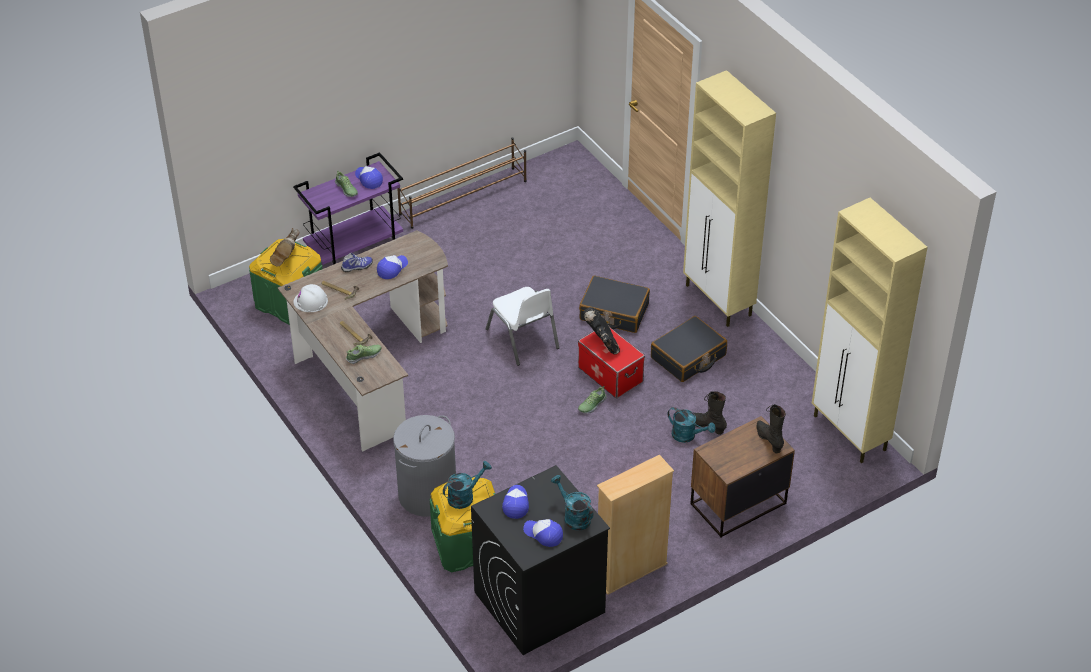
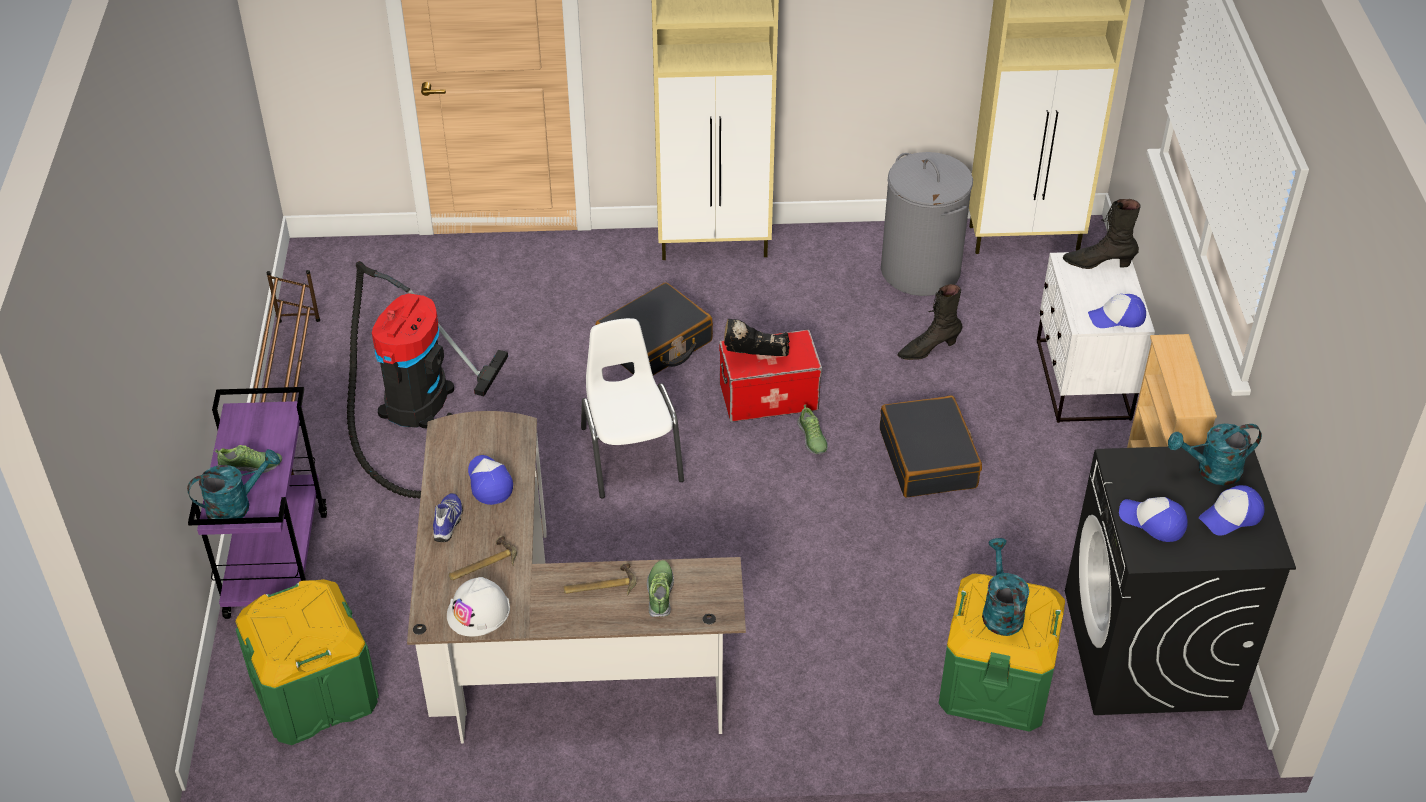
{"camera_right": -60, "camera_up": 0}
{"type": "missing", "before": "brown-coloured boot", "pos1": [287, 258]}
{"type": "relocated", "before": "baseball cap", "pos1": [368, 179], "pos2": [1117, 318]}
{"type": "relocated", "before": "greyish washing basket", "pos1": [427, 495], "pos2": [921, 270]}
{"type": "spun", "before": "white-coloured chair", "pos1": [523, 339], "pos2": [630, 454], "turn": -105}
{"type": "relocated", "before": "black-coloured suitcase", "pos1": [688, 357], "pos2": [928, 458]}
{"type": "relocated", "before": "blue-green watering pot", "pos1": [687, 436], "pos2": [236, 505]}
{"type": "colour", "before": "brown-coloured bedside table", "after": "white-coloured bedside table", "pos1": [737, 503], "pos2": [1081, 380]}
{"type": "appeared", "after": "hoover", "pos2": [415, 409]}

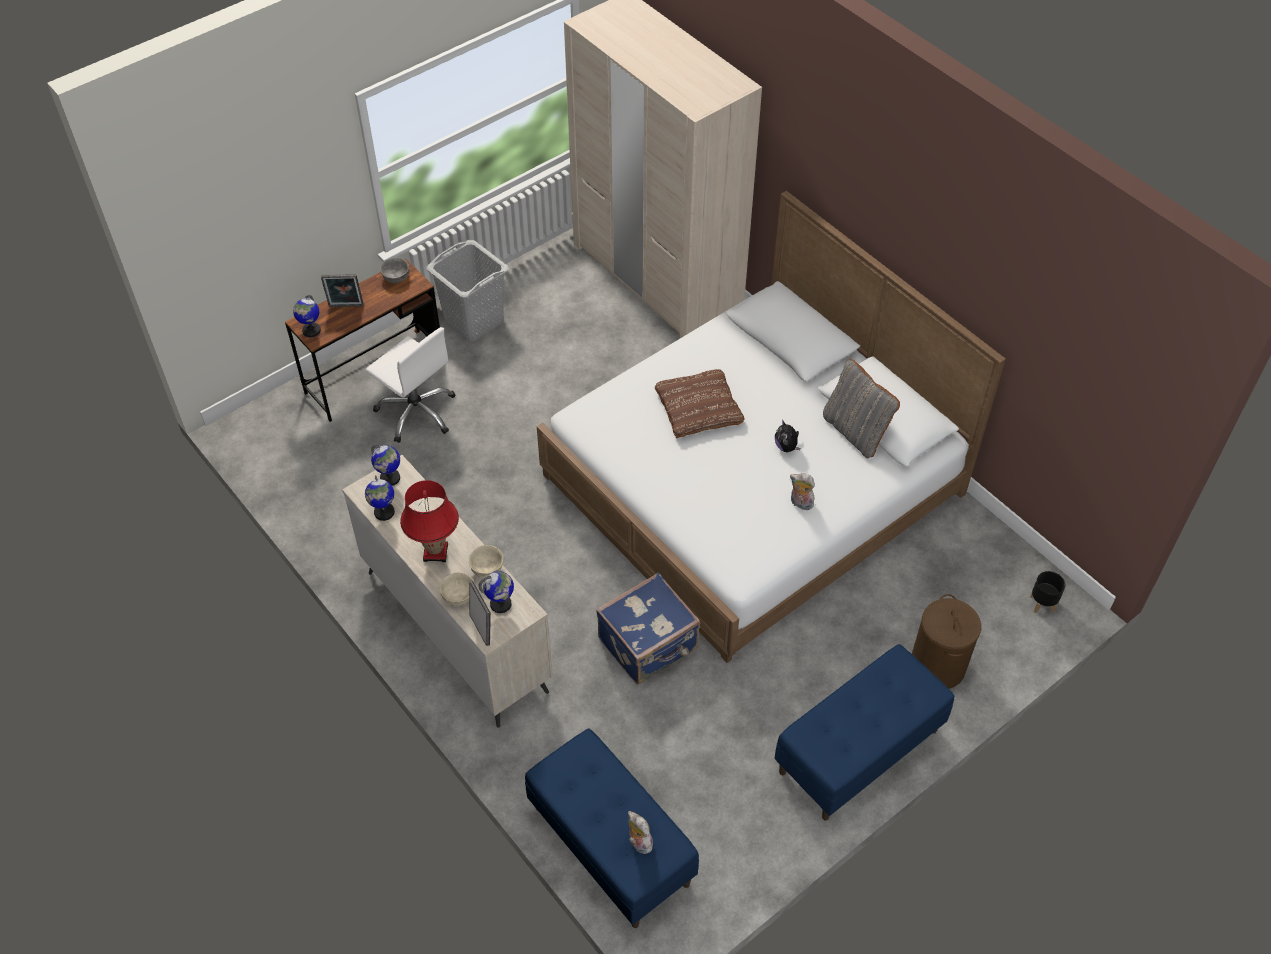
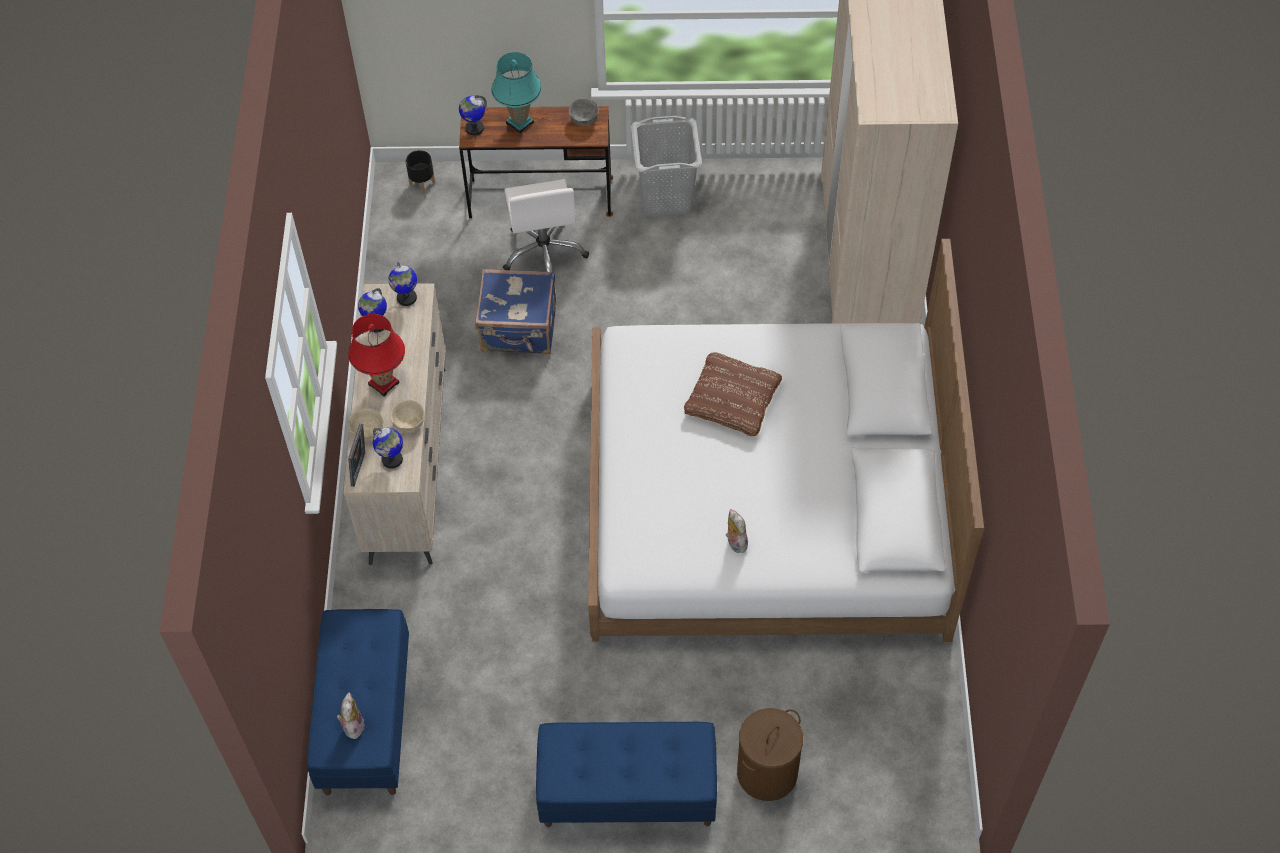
{"camera_right": 40, "camera_up": 5}
{"type": "exchanged", "before": "photo frame", "after": "blue-green lamp for a table", "pos1": [346, 307], "pos2": [520, 123]}
{"type": "relocated", "before": "blue suitcase", "pos1": [649, 645], "pos2": [519, 329]}
{"type": "missing", "before": "soft toy", "pos1": [786, 447]}
{"type": "missing", "before": "greyish cushion", "pos1": [855, 431]}
{"type": "relocated", "before": "black-coloured planter", "pos1": [1042, 604], "pos2": [422, 183]}

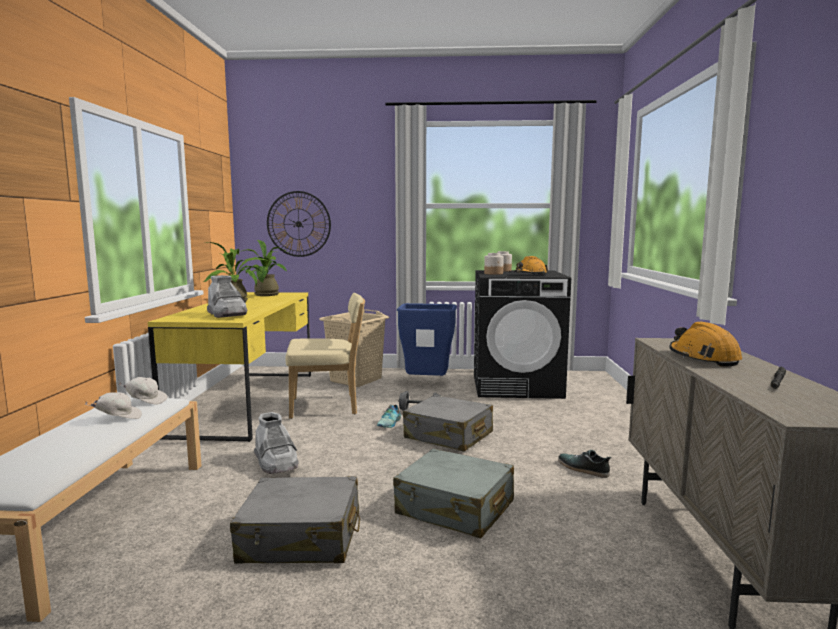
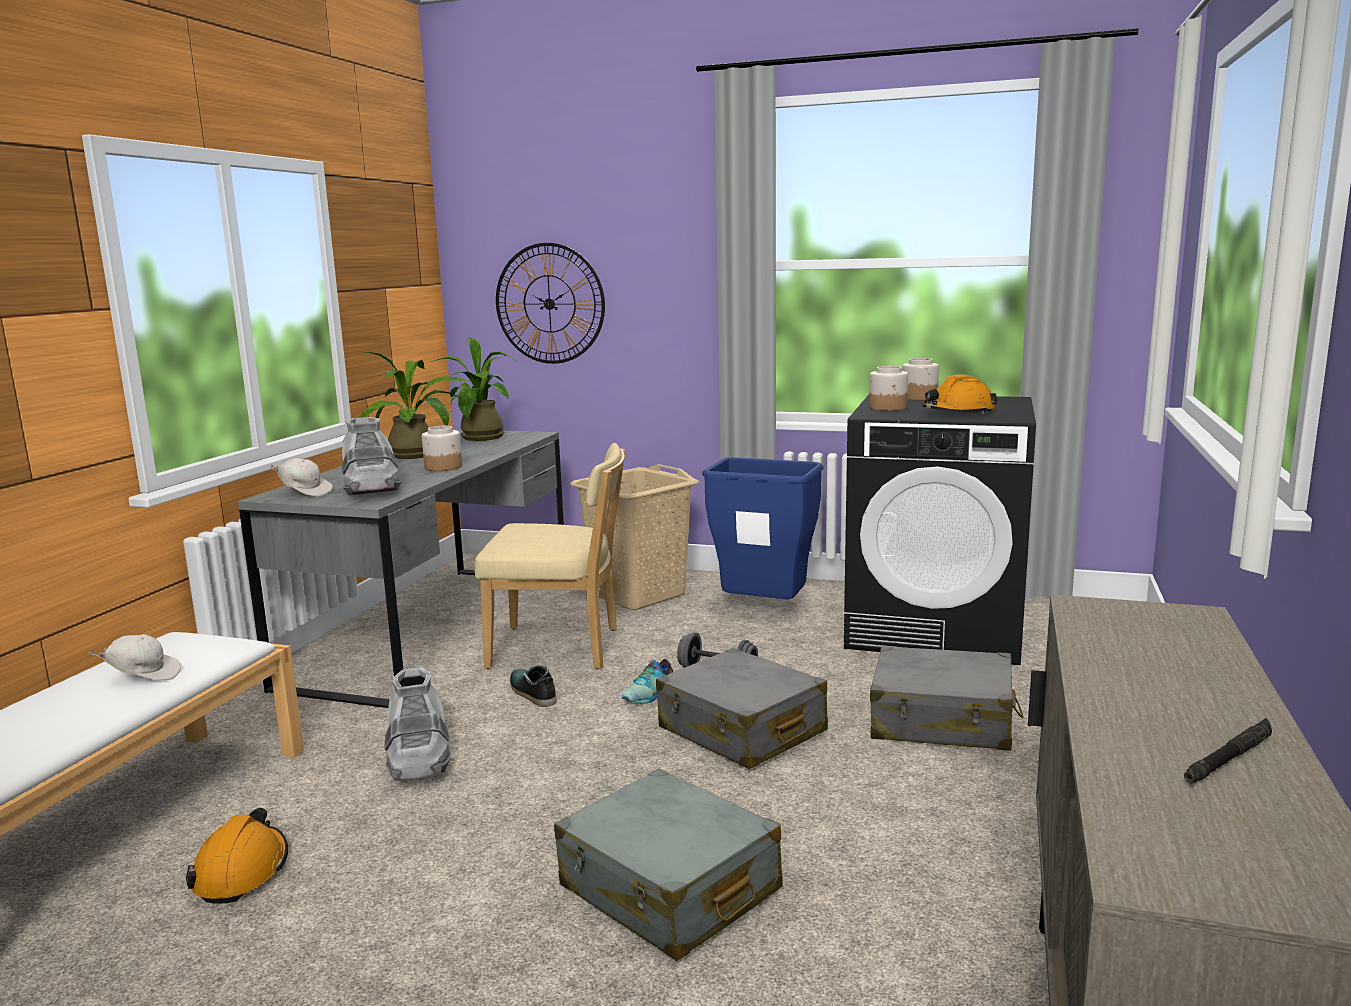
{"camera_right": 15, "camera_up": 5}
{"type": "relocated", "before": "white-coloured baseball cap", "pos1": [146, 401], "pos2": [305, 492]}
{"type": "colour", "before": "yellowish desk table", "after": "greyish desk table", "pos1": [248, 402], "pos2": [437, 628]}
{"type": "relocated", "before": "greyish suitcase", "pos1": [301, 538], "pos2": [942, 721]}
{"type": "relocated", "before": "item of footwear", "pos1": [583, 469], "pos2": [532, 692]}
{"type": "relocated", "before": "orangey work helmet", "pos1": [703, 358], "pos2": [241, 871]}
{"type": "appeared", "after": "jar", "pos2": [444, 467]}

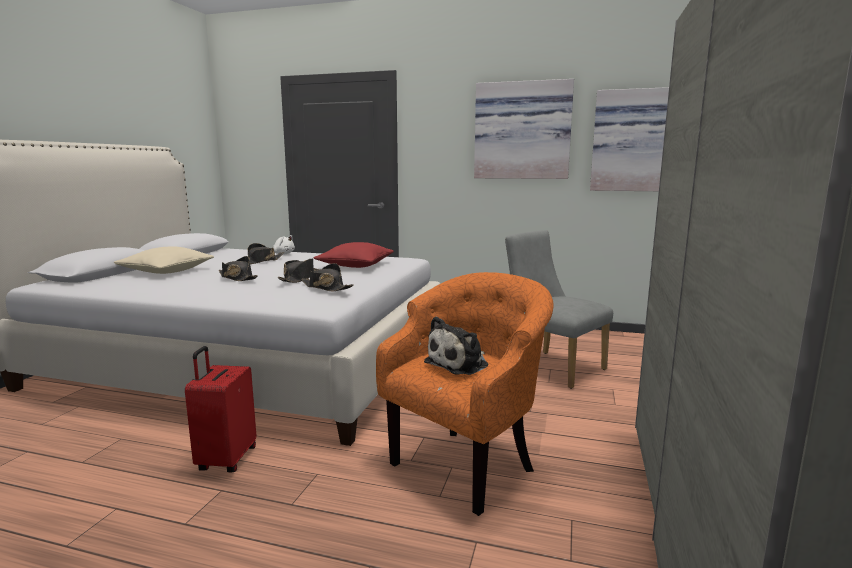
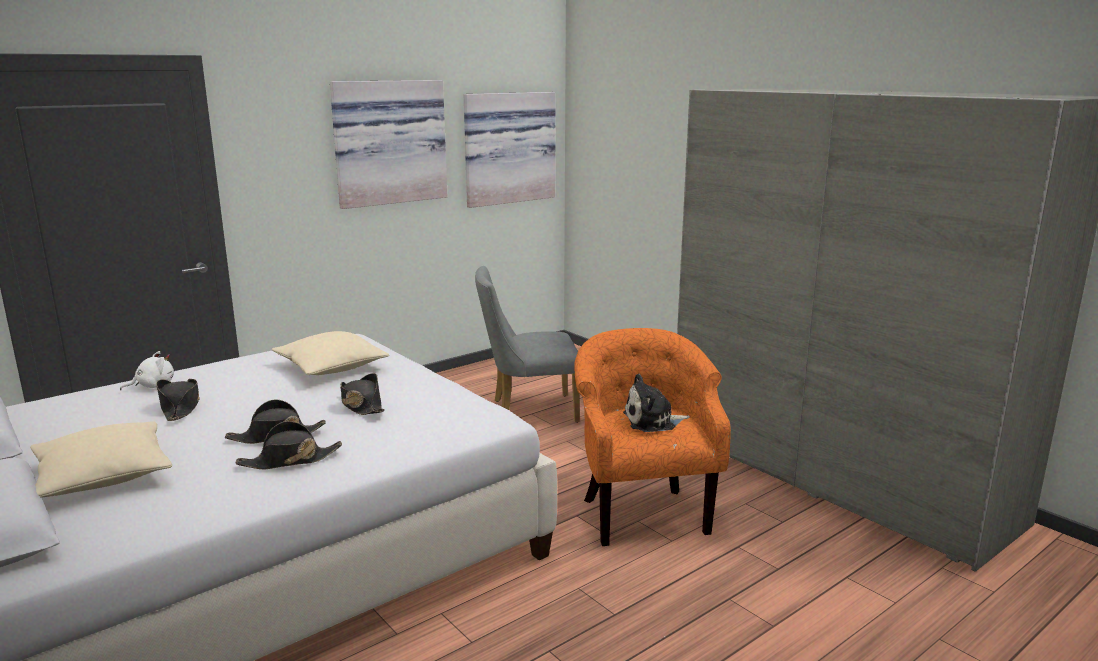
{"camera_right": -55, "camera_up": 5}
{"type": "missing", "before": "red-coloured suitcase", "pos1": [226, 459]}
{"type": "relocated", "before": "black-coloured hat", "pos1": [326, 287], "pos2": [290, 460]}
{"type": "colour", "before": "red-coloured cushion", "after": "beige cushion", "pos1": [355, 265], "pos2": [331, 367]}
{"type": "spun", "before": "soft toy", "pos1": [459, 364], "pos2": [652, 421], "turn": 90}

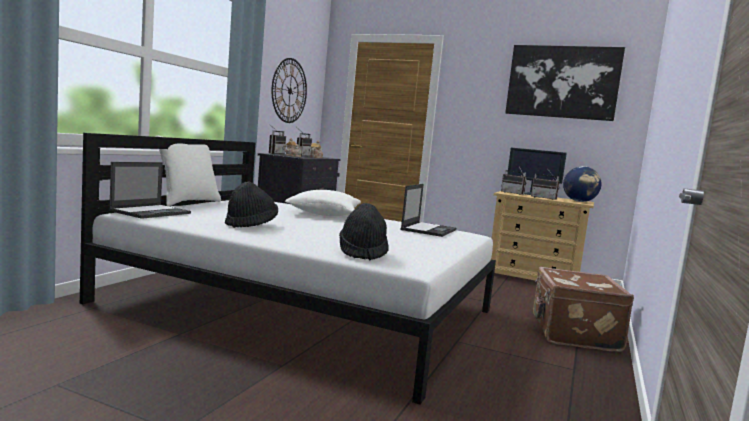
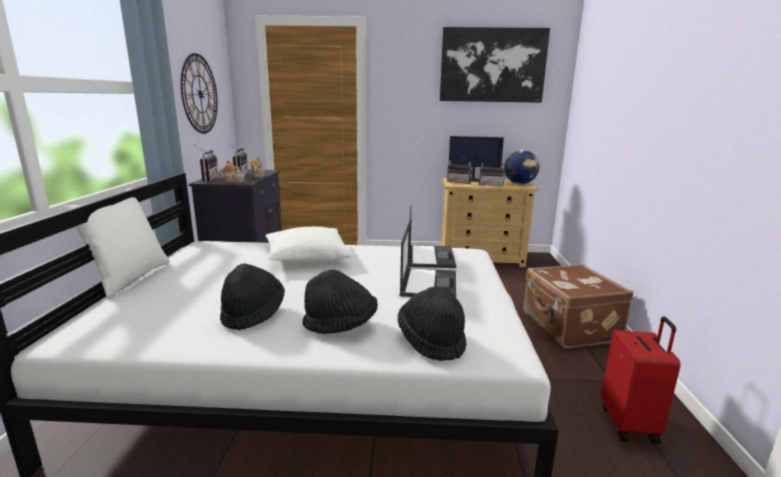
{"camera_right": -20, "camera_up": 10}
{"type": "relocated", "before": "portable computer", "pos1": [151, 212], "pos2": [428, 283]}
{"type": "appeared", "after": "black-coloured hat", "pos2": [341, 326]}
{"type": "appeared", "after": "red-coloured suitcase", "pos2": [630, 424]}

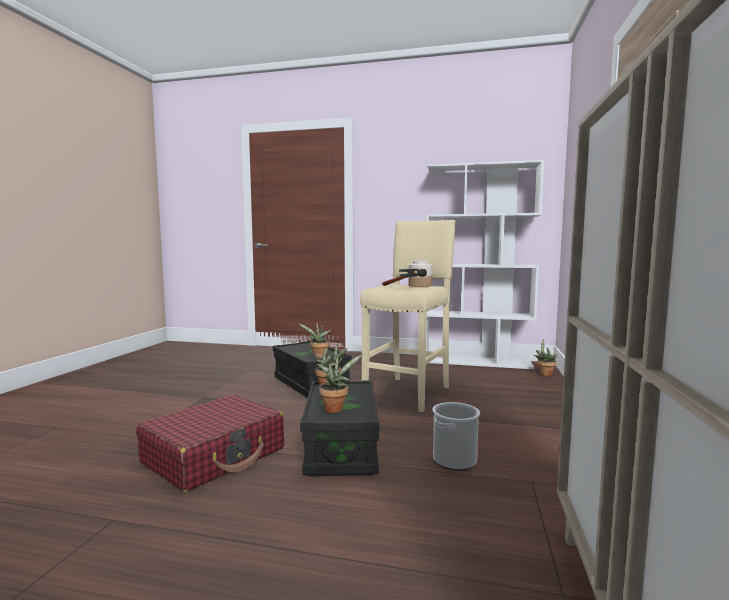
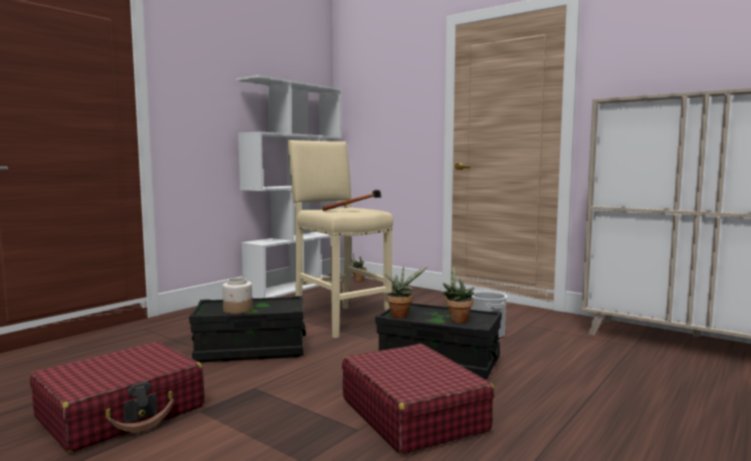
{"camera_right": -65, "camera_up": 0}
{"type": "missing", "before": "plant in a pot", "pos1": [319, 357]}
{"type": "relocated", "before": "jar", "pos1": [419, 285], "pos2": [238, 310]}
{"type": "appeared", "after": "red-coloured suitcase", "pos2": [122, 412]}

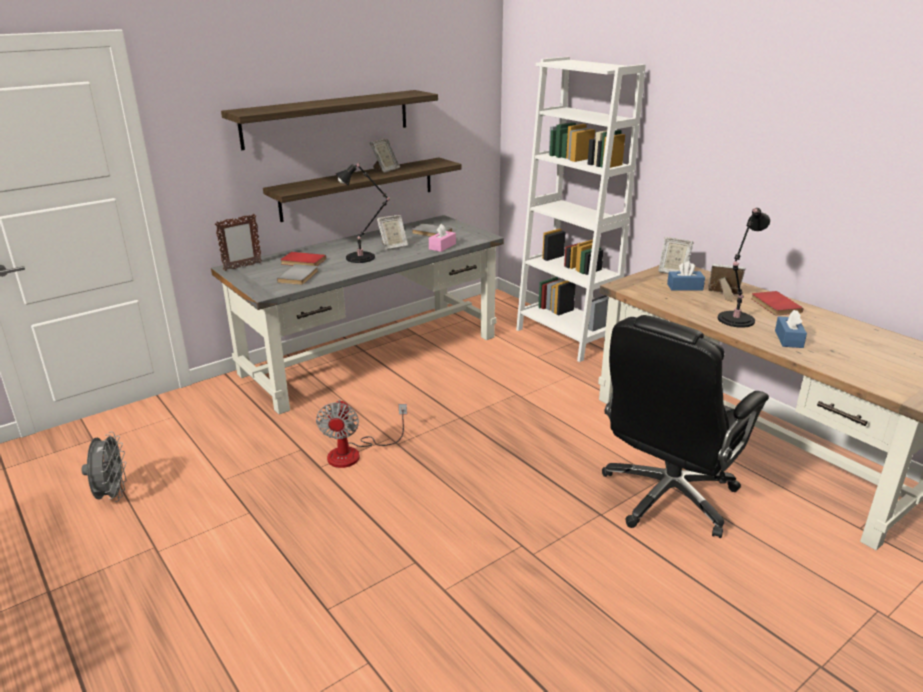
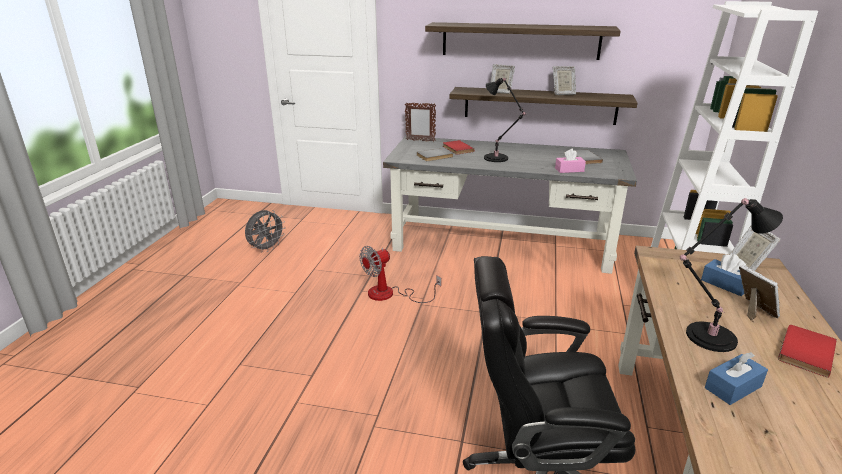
{"camera_right": 50, "camera_up": 0}
{"type": "relocated", "before": "photo frame", "pos1": [393, 247], "pos2": [500, 92]}

